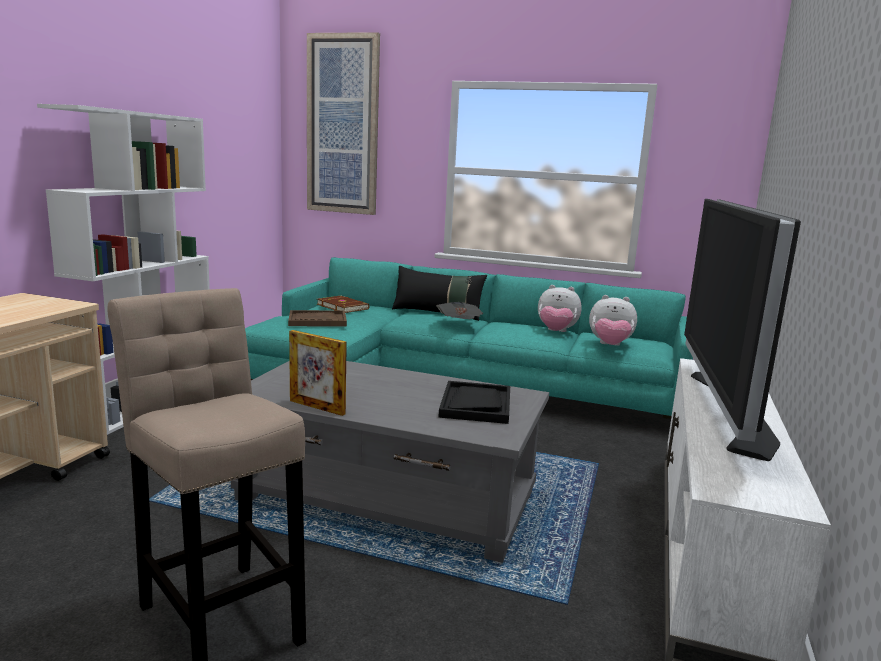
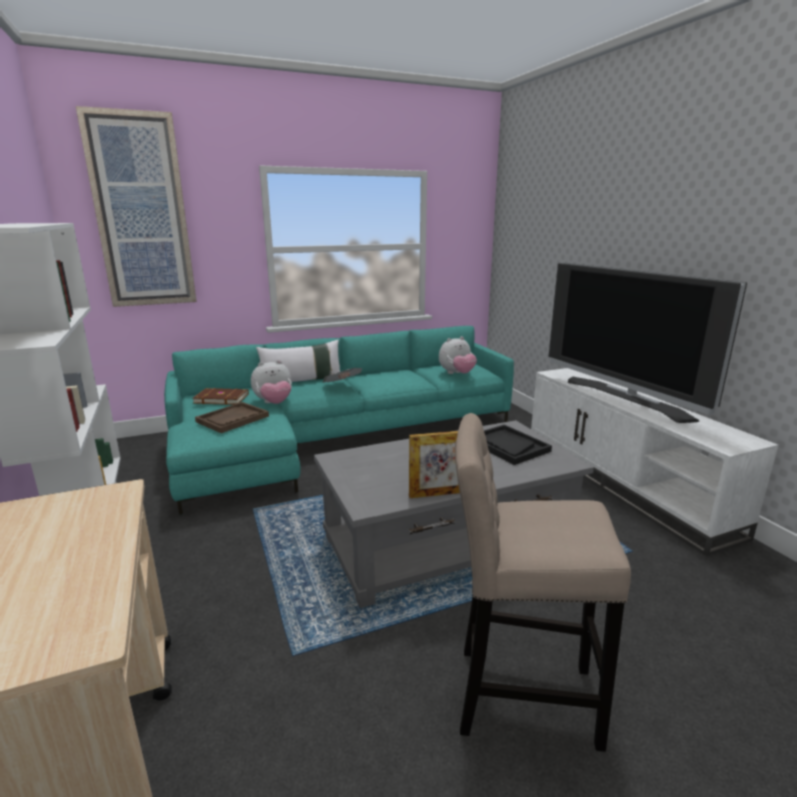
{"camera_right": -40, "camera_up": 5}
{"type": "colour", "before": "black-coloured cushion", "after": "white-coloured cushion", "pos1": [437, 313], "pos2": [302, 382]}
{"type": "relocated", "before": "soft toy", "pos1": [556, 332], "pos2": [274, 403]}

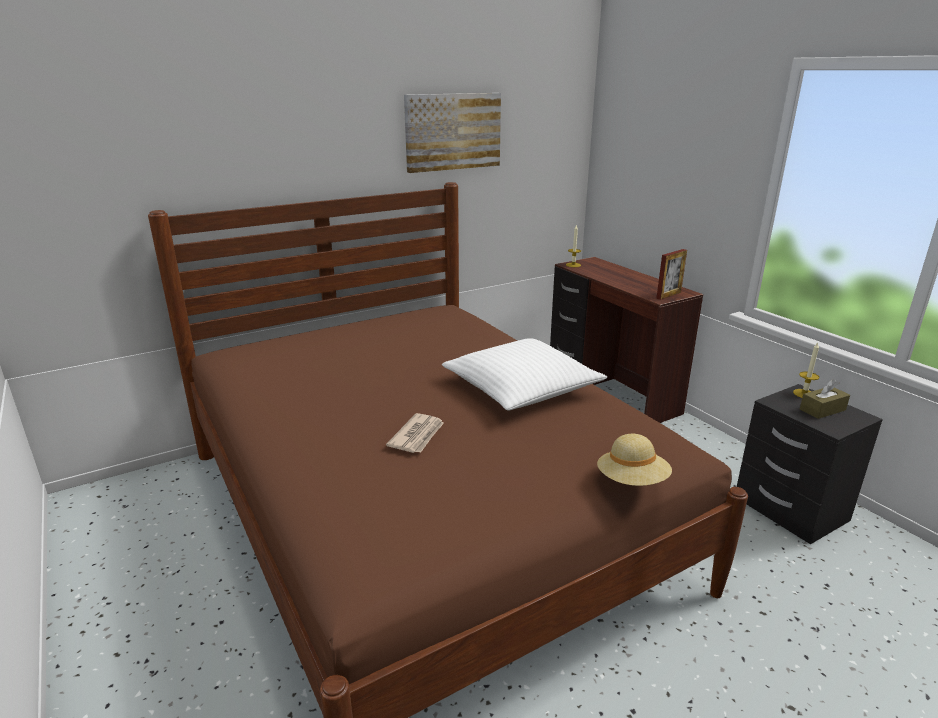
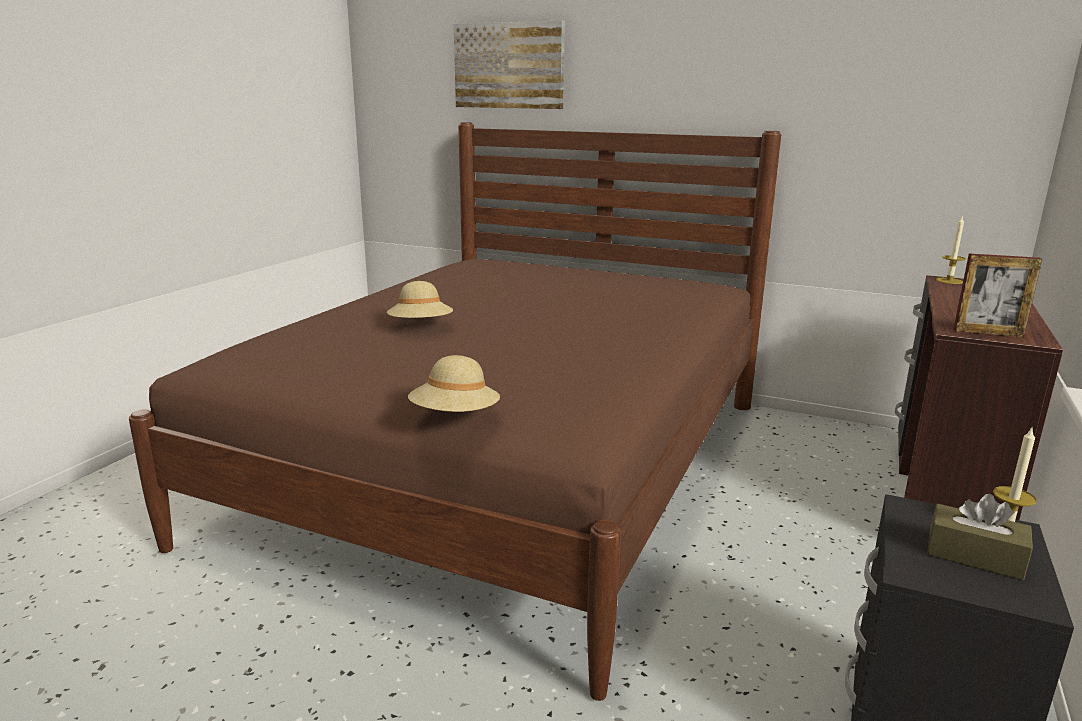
{"camera_right": 55, "camera_up": -5}
{"type": "exchanged", "before": "daily paper", "after": "beige hat", "pos1": [418, 436], "pos2": [421, 327]}
{"type": "relocated", "before": "wall picture", "pos1": [452, 131], "pos2": [509, 66]}
{"type": "missing", "before": "white-coloured cushion", "pos1": [521, 387]}

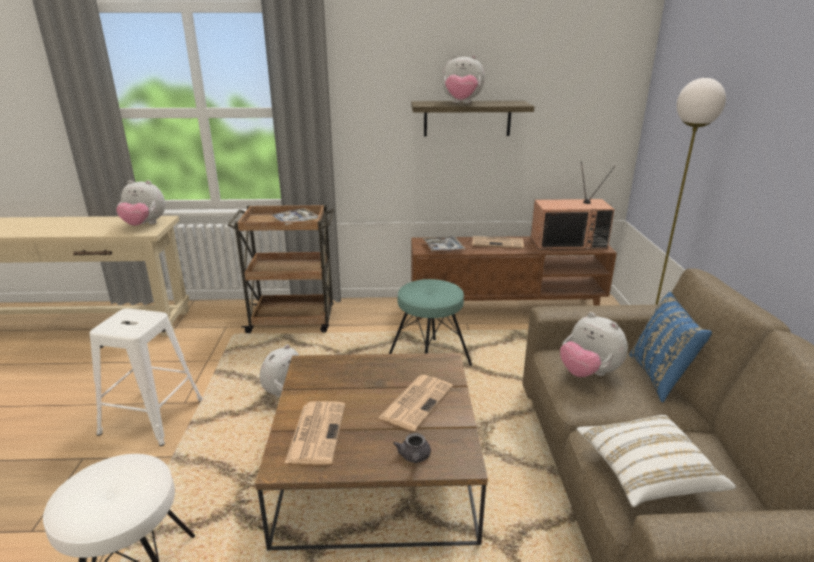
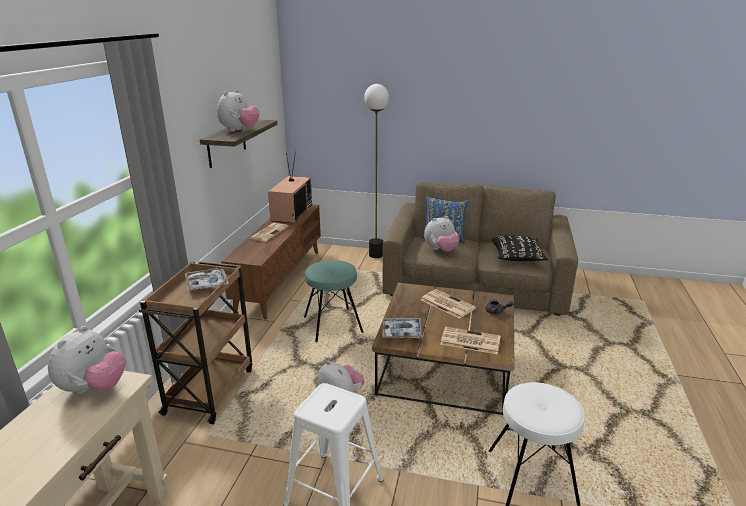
{"camera_right": -75, "camera_up": 0}
{"type": "relocated", "before": "tray", "pos1": [443, 248], "pos2": [402, 332]}
{"type": "colour", "before": "white-coloured cushion", "after": "black-coloured cushion", "pos1": [646, 473], "pos2": [517, 258]}

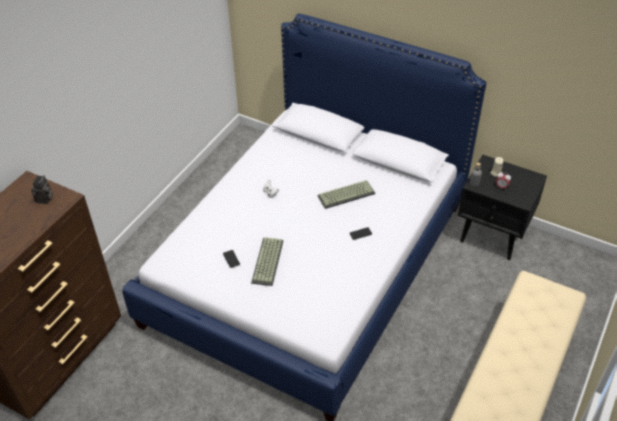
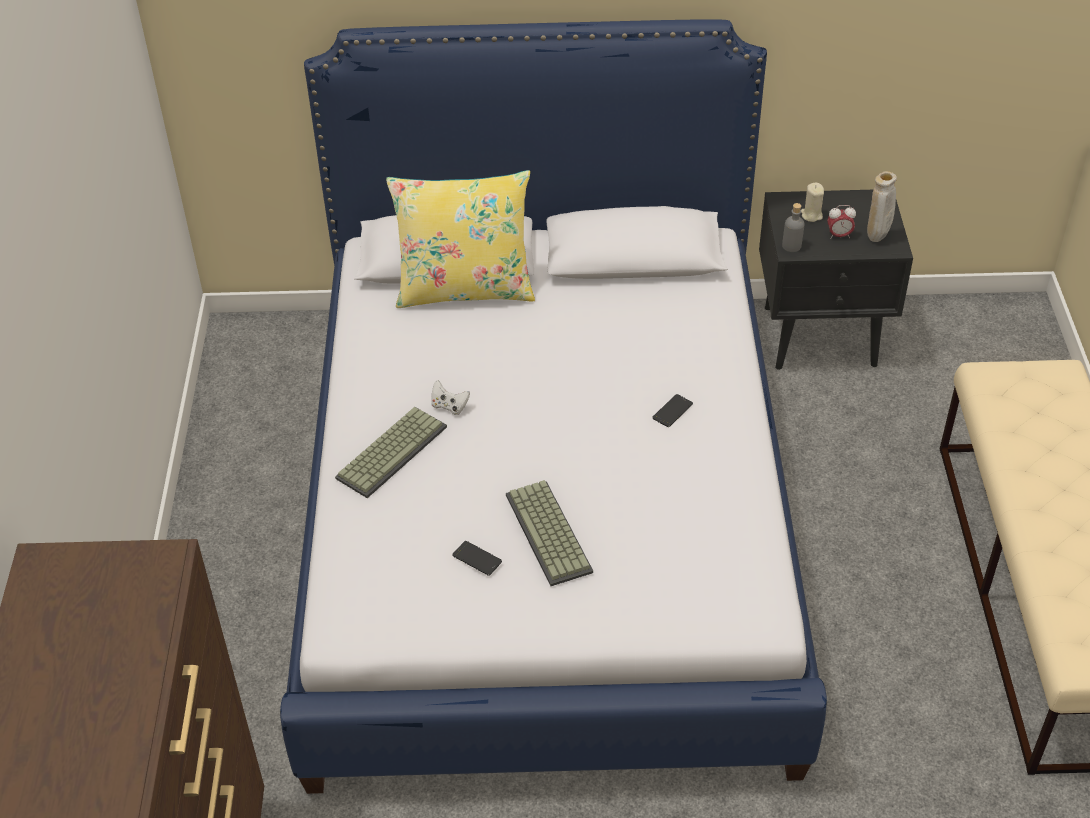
{"camera_right": -30, "camera_up": 0}
{"type": "missing", "before": "photo camera", "pos1": [45, 199]}
{"type": "relocated", "before": "computer keyboard", "pos1": [346, 194], "pos2": [391, 451]}
{"type": "appeared", "after": "yellowish cushion", "pos2": [465, 289]}
{"type": "appeared", "after": "beige vase", "pos2": [877, 238]}

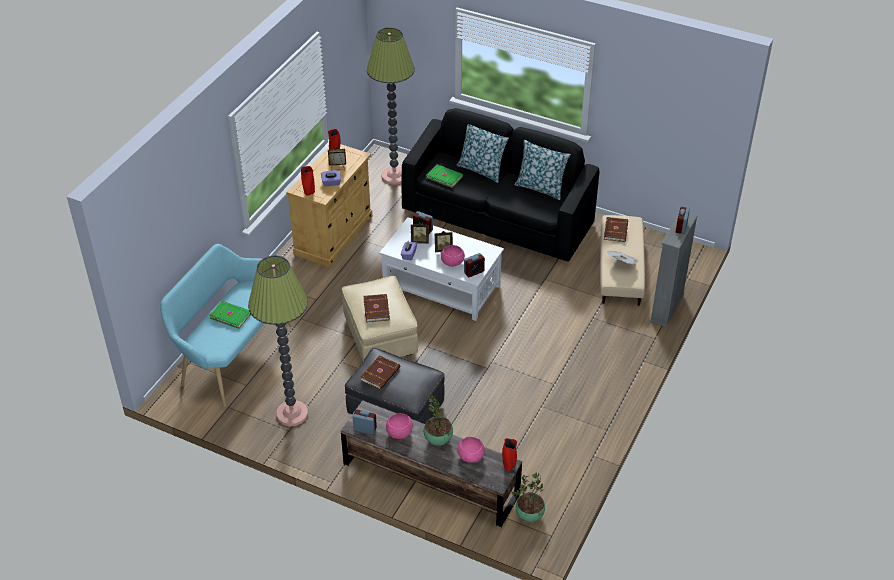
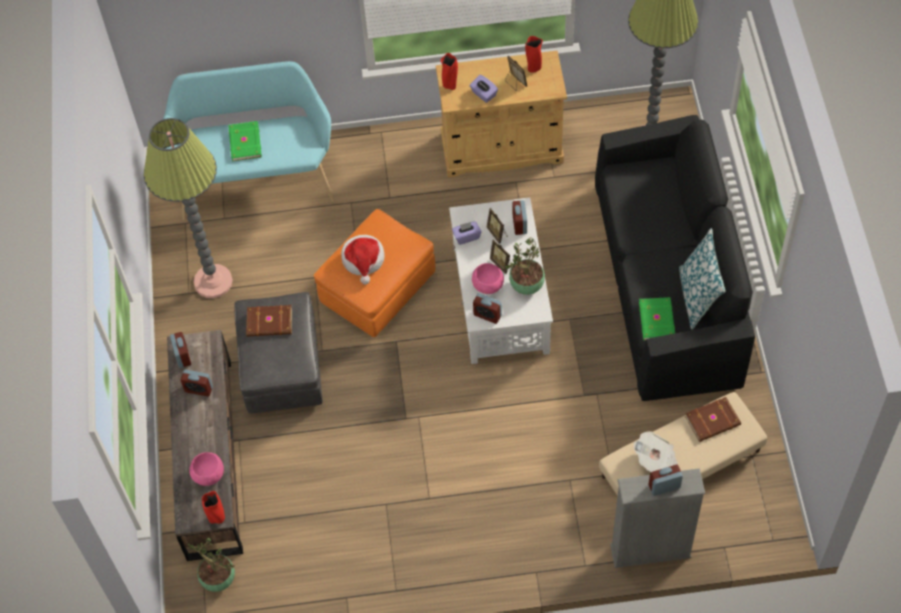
{"camera_right": 60, "camera_up": 15}
{"type": "colour", "before": "beige footrest", "after": "orangey footrest", "pos1": [380, 336], "pos2": [377, 289]}
{"type": "exchanged", "before": "brown-coloured bound book", "after": "hat", "pos1": [377, 309], "pos2": [363, 260]}
{"type": "exchanged", "before": "pinkish serving bowl", "after": "alarm clock", "pos1": [399, 432], "pos2": [199, 389]}
{"type": "relocated", "before": "plant in a pot", "pos1": [438, 441], "pos2": [526, 287]}
{"type": "relocated", "before": "greenish bound book", "pos1": [444, 177], "pos2": [657, 320]}
{"type": "missing", "before": "cushion", "pos1": [481, 170]}

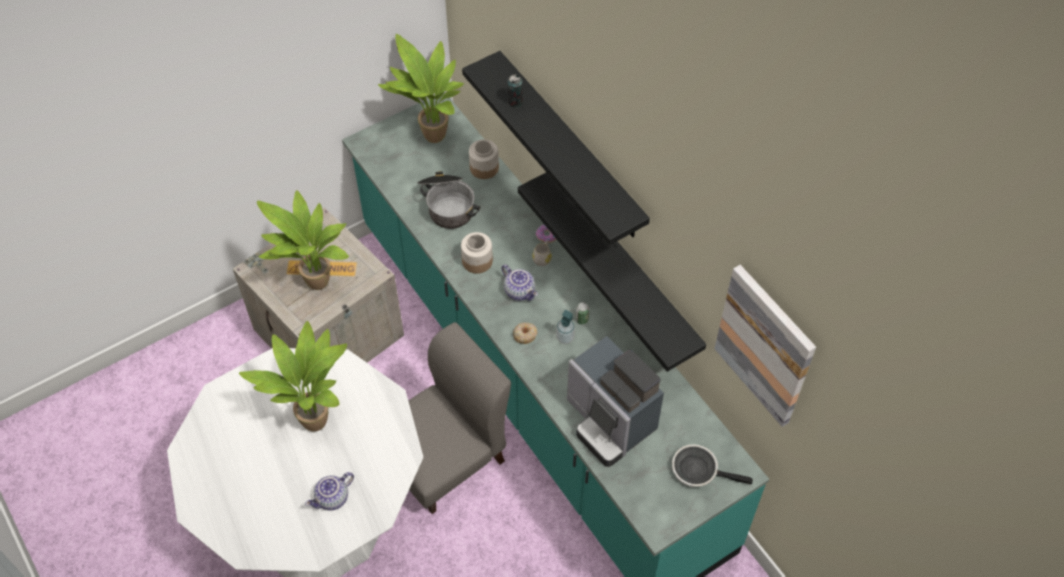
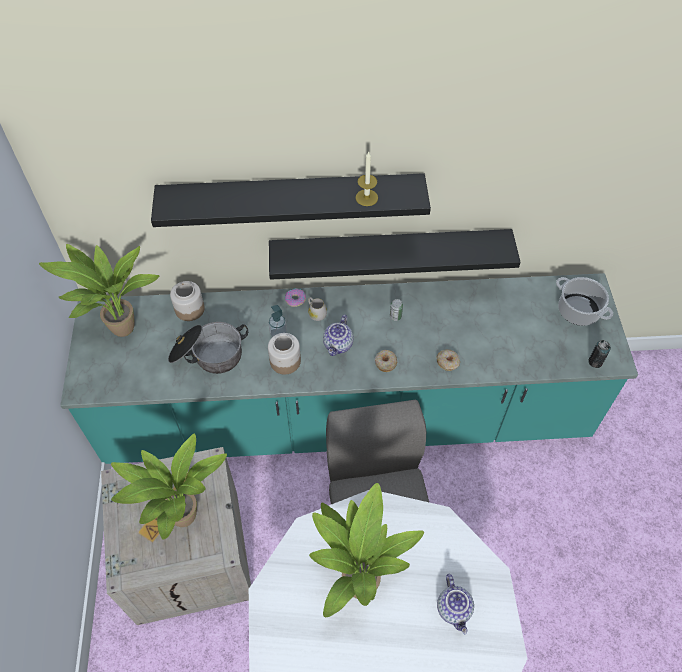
{"camera_right": -60, "camera_up": 0}
{"type": "spun", "before": "pot for tea", "pos1": [520, 291], "pos2": [338, 345], "turn": 120}
{"type": "relocated", "before": "can", "pos1": [515, 102], "pos2": [595, 362]}
{"type": "relocated", "before": "liquid soap bottle", "pos1": [565, 338], "pos2": [278, 333]}
{"type": "missing", "before": "coffee machine", "pos1": [610, 421]}
{"type": "exchanged", "before": "skillet", "after": "saucepot", "pos1": [698, 470], "pos2": [577, 310]}
{"type": "missing", "before": "wall picture", "pos1": [765, 345]}
{"type": "appeared", "after": "wax candle", "pos2": [366, 197]}
{"type": "appeared", "after": "donut", "pos2": [448, 362]}

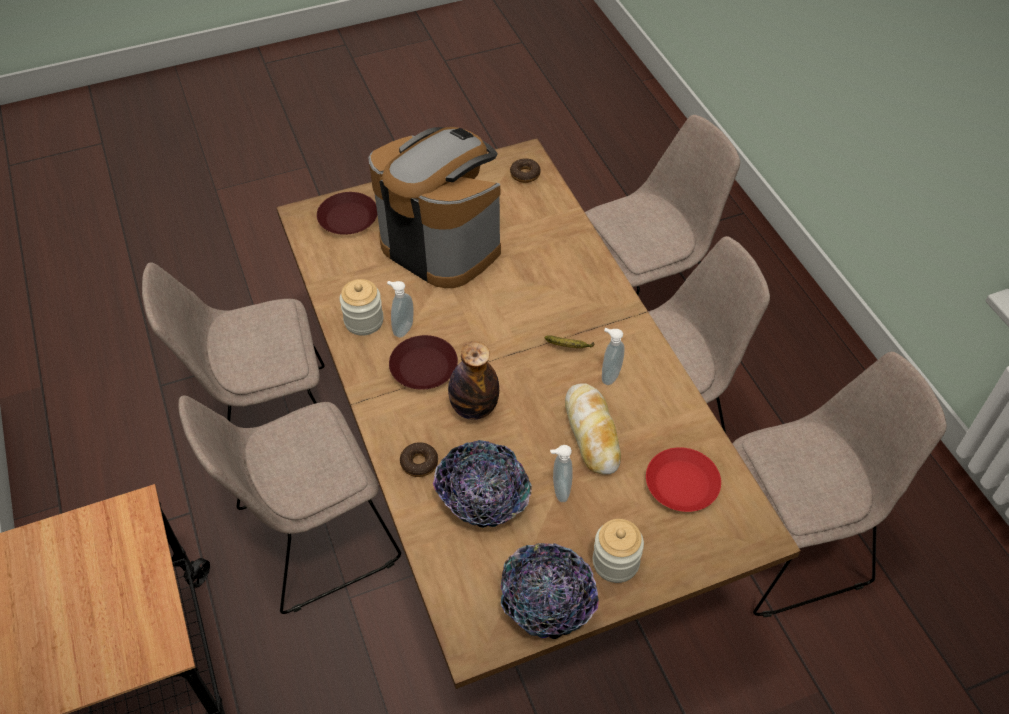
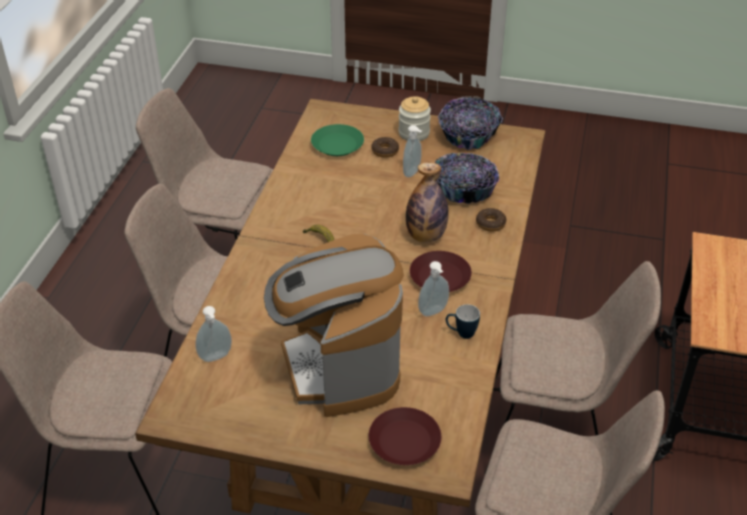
{"camera_right": -145, "camera_up": -10}
{"type": "exchanged", "before": "jar", "after": "tea mug", "pos1": [364, 321], "pos2": [461, 333]}
{"type": "relocated", "before": "donut", "pos1": [525, 174], "pos2": [385, 151]}
{"type": "missing", "before": "bakery bread", "pos1": [592, 433]}
{"type": "relocated", "before": "liquid soap bottle", "pos1": [609, 375], "pos2": [216, 358]}
{"type": "colour", "before": "red-coloured dinner plate", "after": "greenish dinner plate", "pos1": [681, 485], "pos2": [338, 145]}

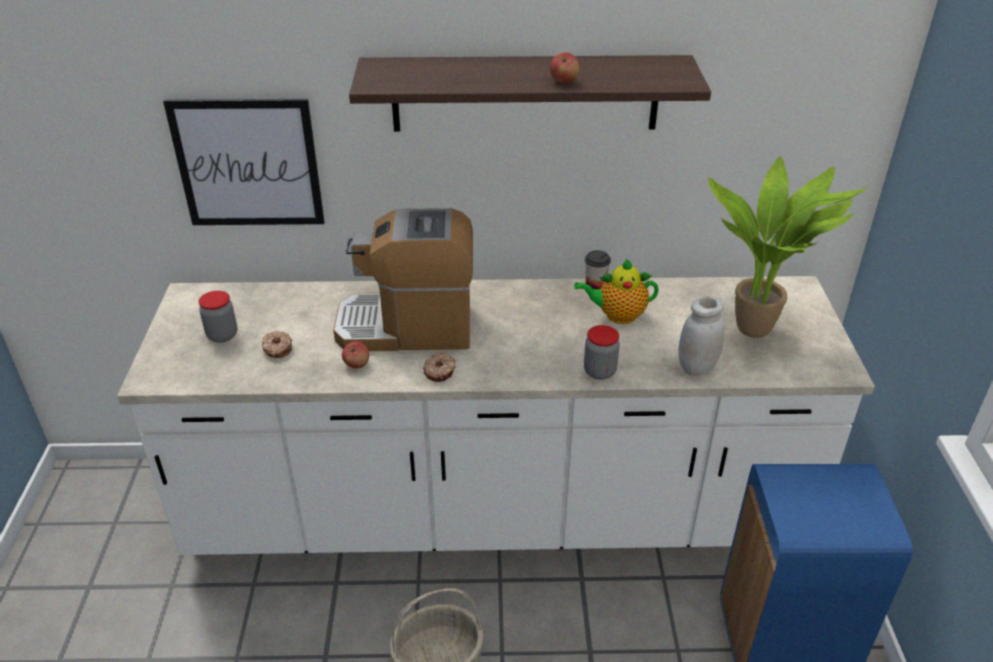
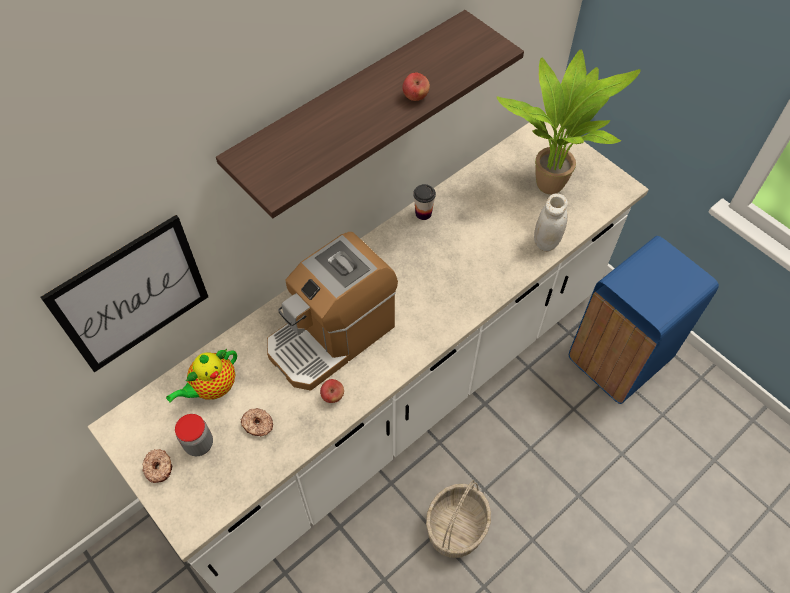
{"camera_right": -40, "camera_up": 20}
{"type": "relocated", "before": "donut", "pos1": [440, 372], "pos2": [159, 467]}
{"type": "relocated", "before": "pot for tea", "pos1": [617, 315], "pos2": [212, 388]}
{"type": "missing", "before": "jar", "pos1": [599, 371]}

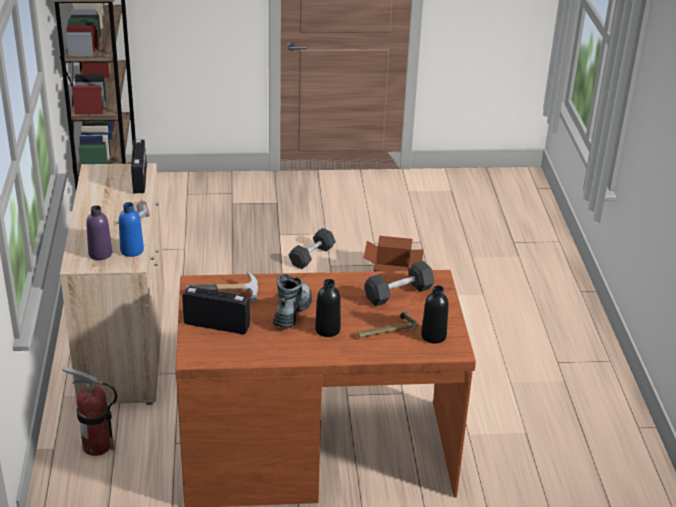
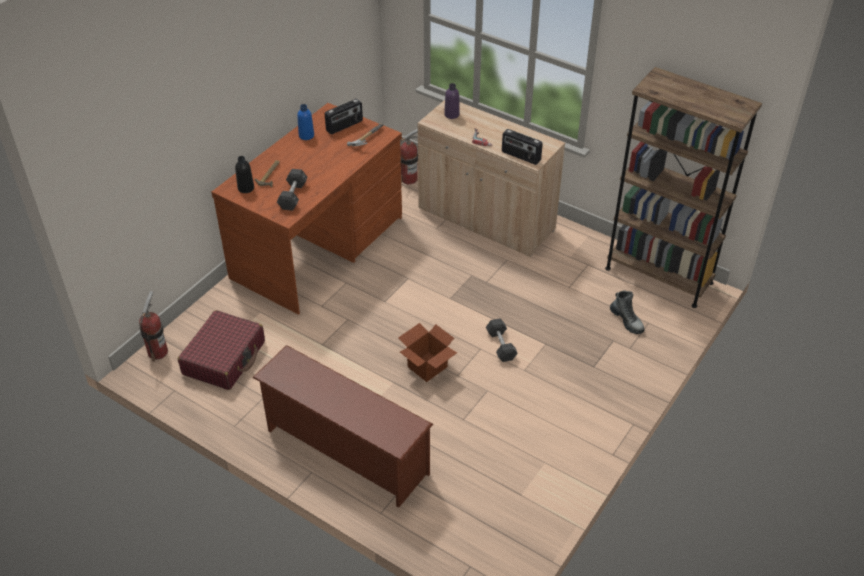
{"camera_right": 130, "camera_up": 10}
{"type": "relocated", "before": "blue drink bottle", "pos1": [132, 250], "pos2": [306, 135]}
{"type": "relocated", "before": "boot", "pos1": [292, 312], "pos2": [627, 320]}
{"type": "missing", "before": "black-coloured drink bottle", "pos1": [327, 329]}
{"type": "appeared", "after": "extinguisher", "pos2": [158, 352]}
{"type": "appeared", "after": "red-coloured suitcase", "pos2": [224, 358]}
{"type": "appeared", "after": "brown-coloured shoe rack", "pos2": [345, 452]}

